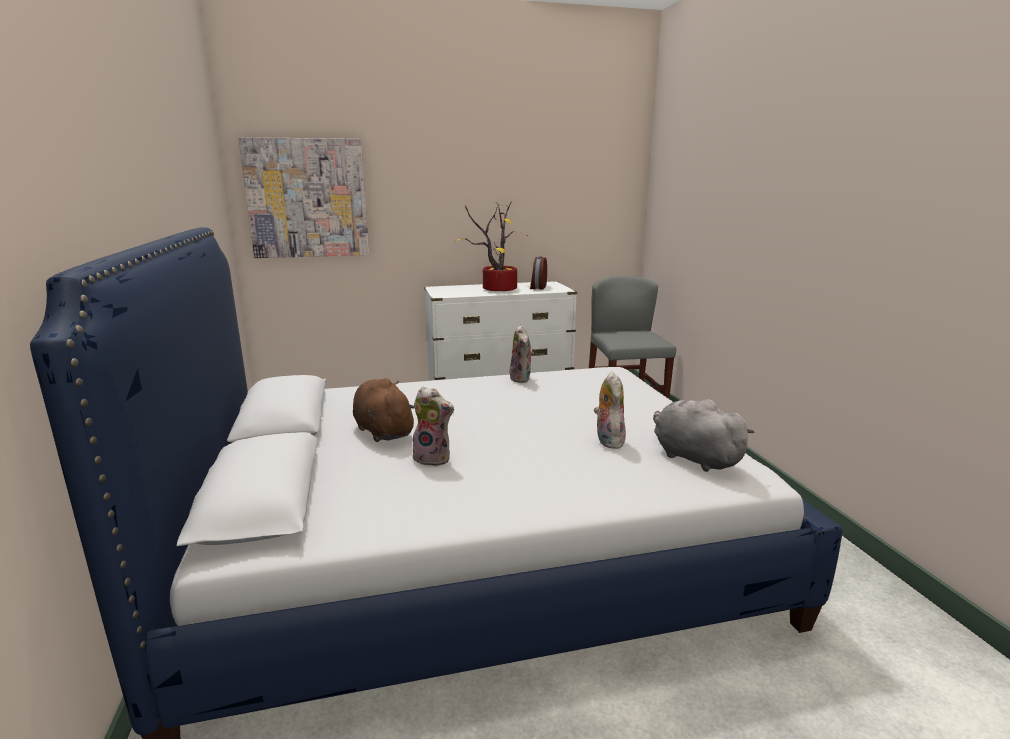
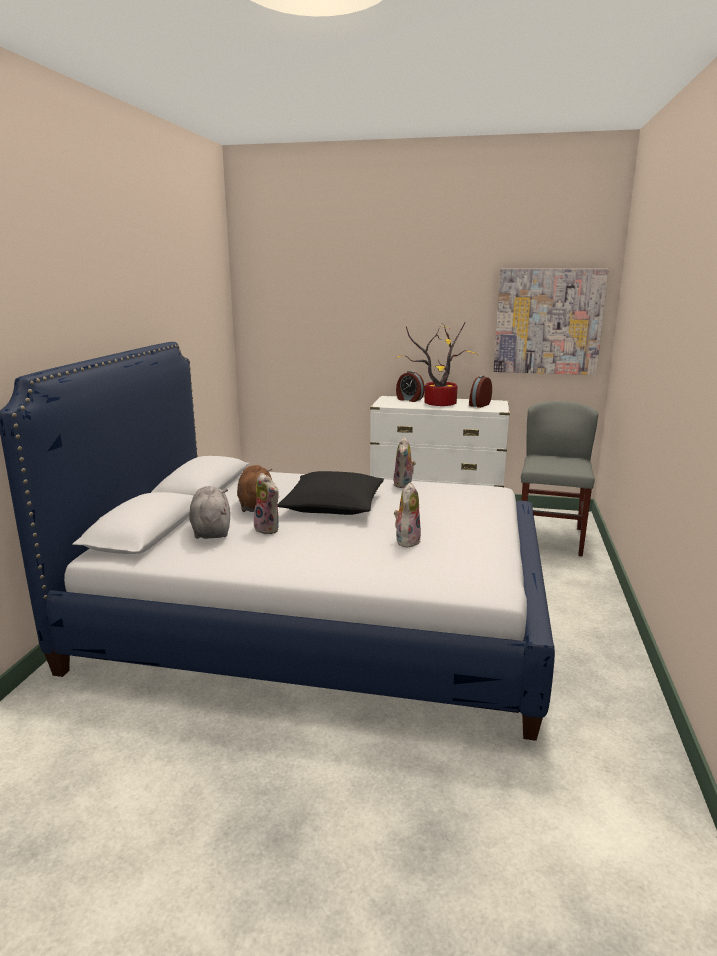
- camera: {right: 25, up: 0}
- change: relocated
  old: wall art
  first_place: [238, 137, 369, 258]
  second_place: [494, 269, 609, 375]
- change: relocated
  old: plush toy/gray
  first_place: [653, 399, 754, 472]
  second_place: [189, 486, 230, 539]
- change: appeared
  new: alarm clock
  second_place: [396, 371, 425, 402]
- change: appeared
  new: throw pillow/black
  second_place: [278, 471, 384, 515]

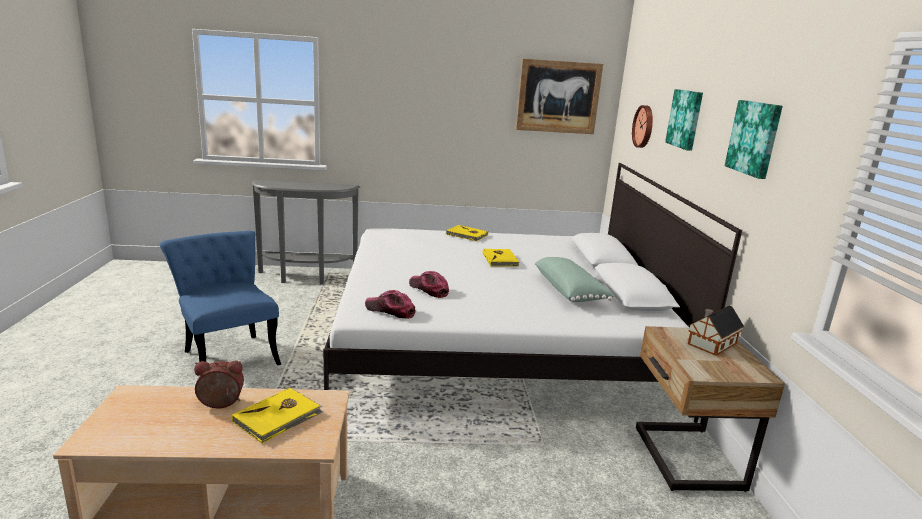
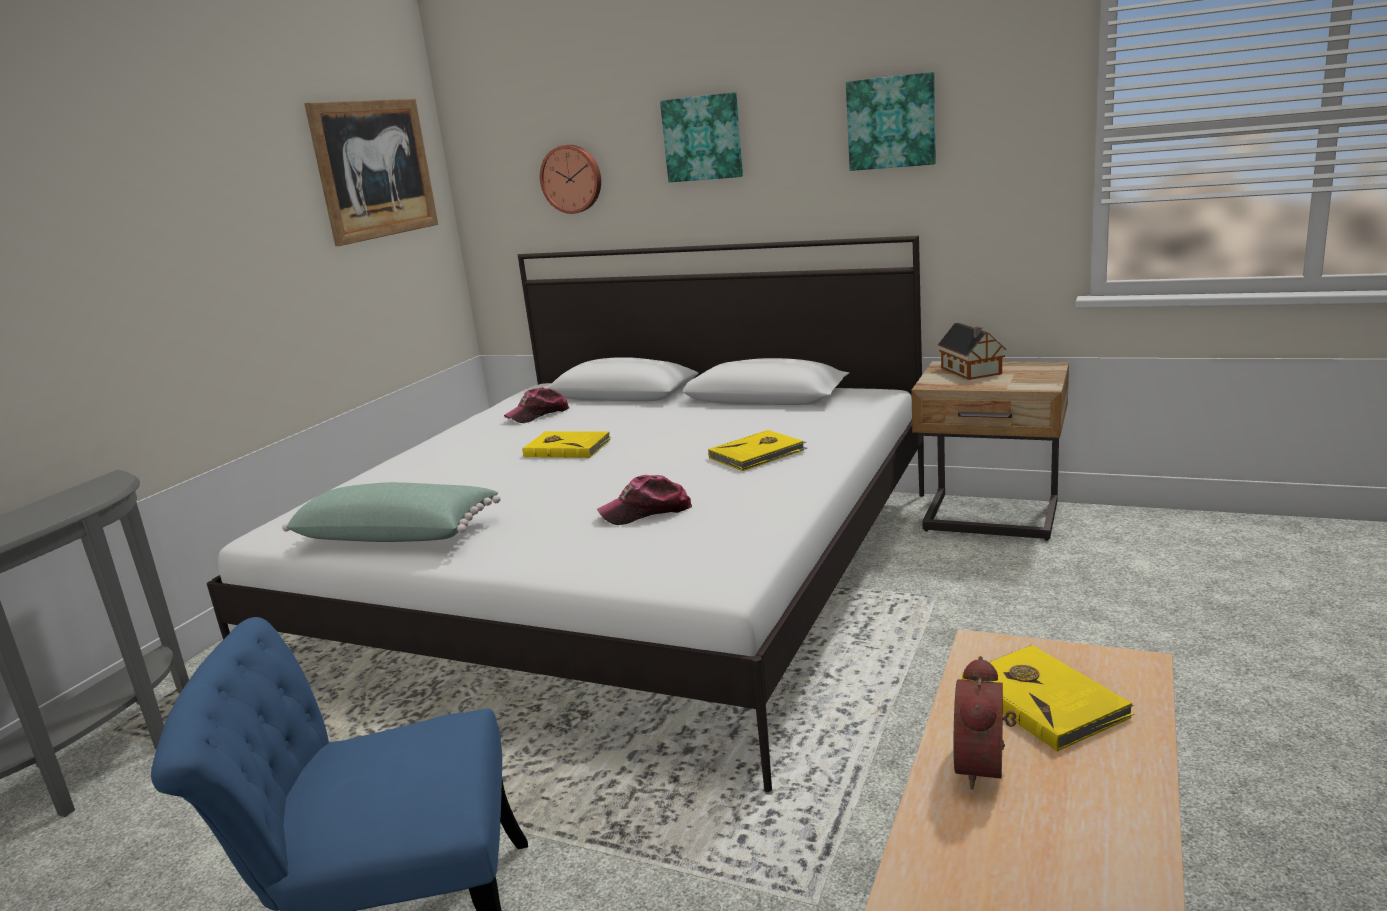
- camera: {right: -60, up: 0}
- change: relocated
  old: bound book/yellow-coloured
  first_place: [446, 225, 488, 241]
  second_place: [708, 430, 807, 471]
- change: relocated
  old: throw pillow/green
  first_place: [535, 257, 615, 302]
  second_place: [282, 482, 501, 542]
- change: relocated
  old: peaked cap
  first_place: [365, 290, 416, 319]
  second_place: [504, 387, 569, 423]

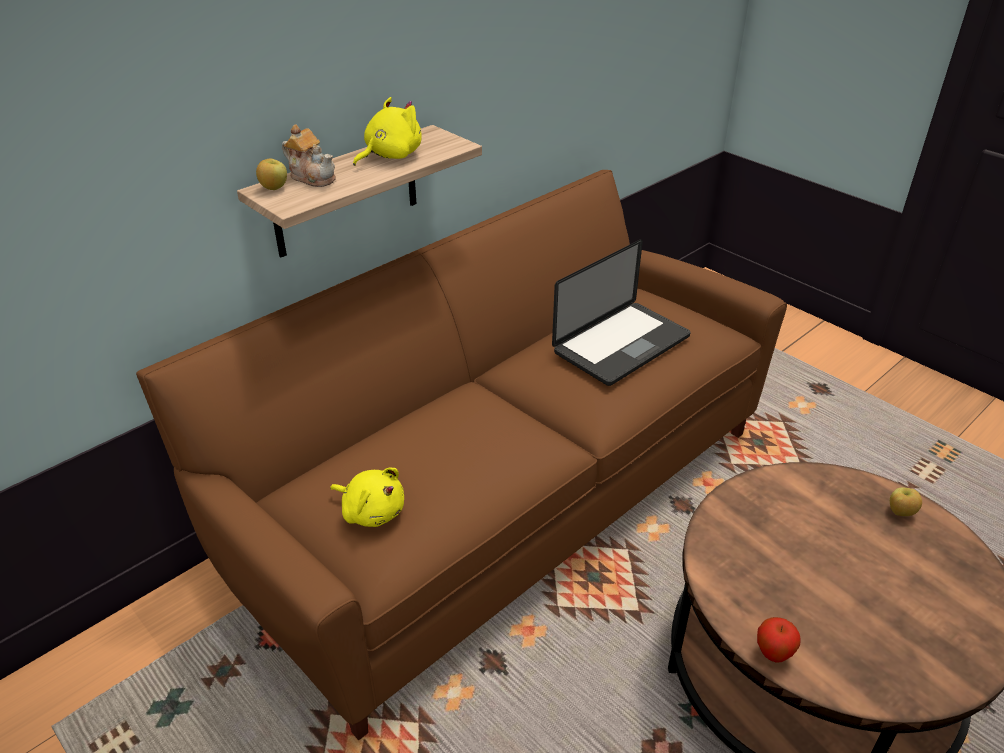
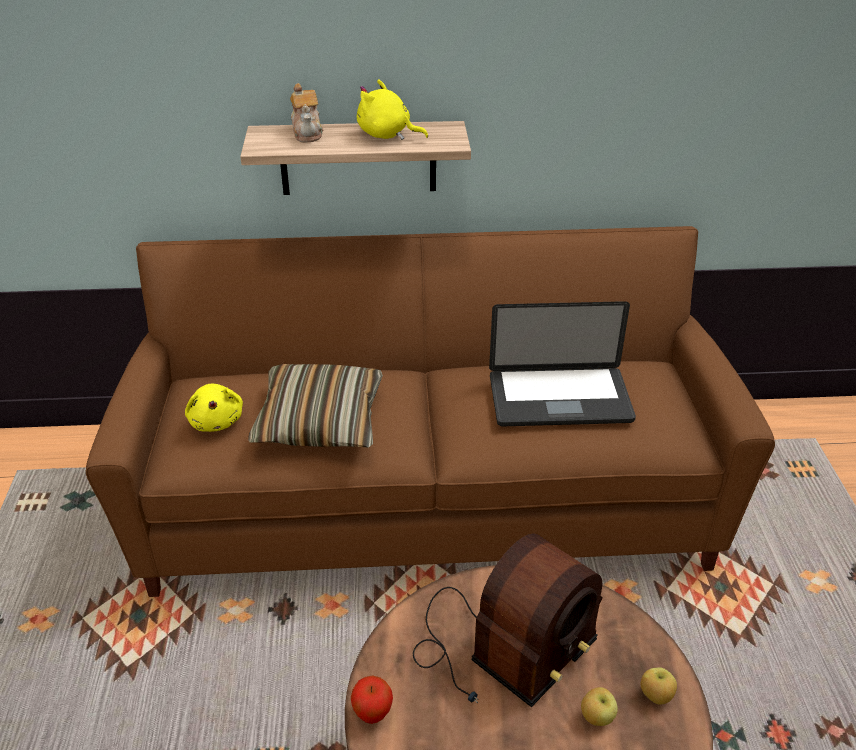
- camera: {right: 40, up: 0}
- change: spun
  old: plush toy/yellow-coloured
  first_place: [353, 97, 422, 166]
  second_place: [357, 79, 428, 140]
  degrees: -150
- change: relocated
  old: apple
  first_place: [256, 159, 287, 190]
  second_place: [581, 687, 618, 726]
- change: appeared
  new: throw pillow
  second_place: [248, 364, 383, 447]
- change: appeared
  new: radio set
  second_place: [413, 534, 602, 707]

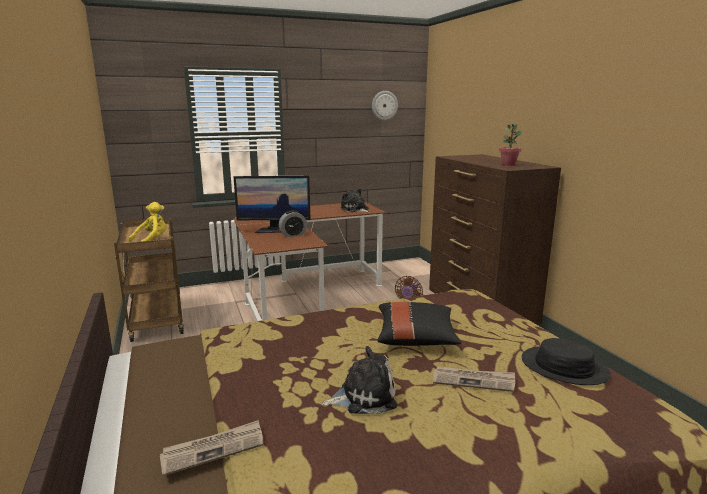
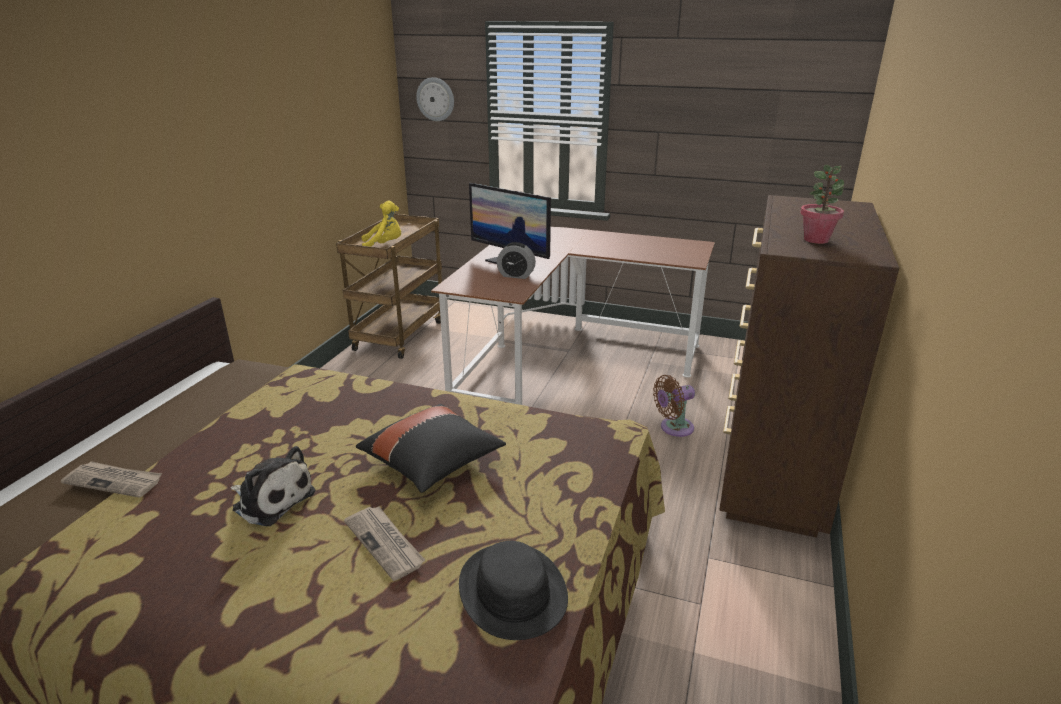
- camera: {right: 40, up: 10}
- change: relocated
  old: clock on the wall
  first_place: [372, 91, 398, 120]
  second_place: [416, 77, 454, 121]
- change: missing
  old: plush toy
  first_place: [340, 188, 370, 213]

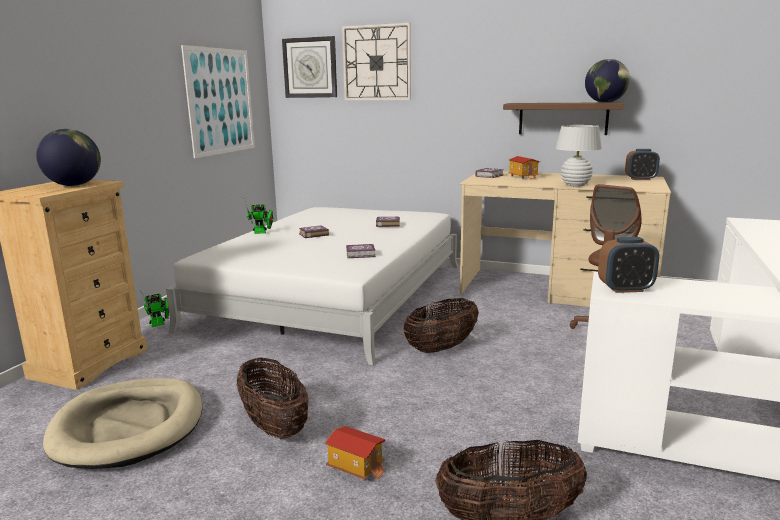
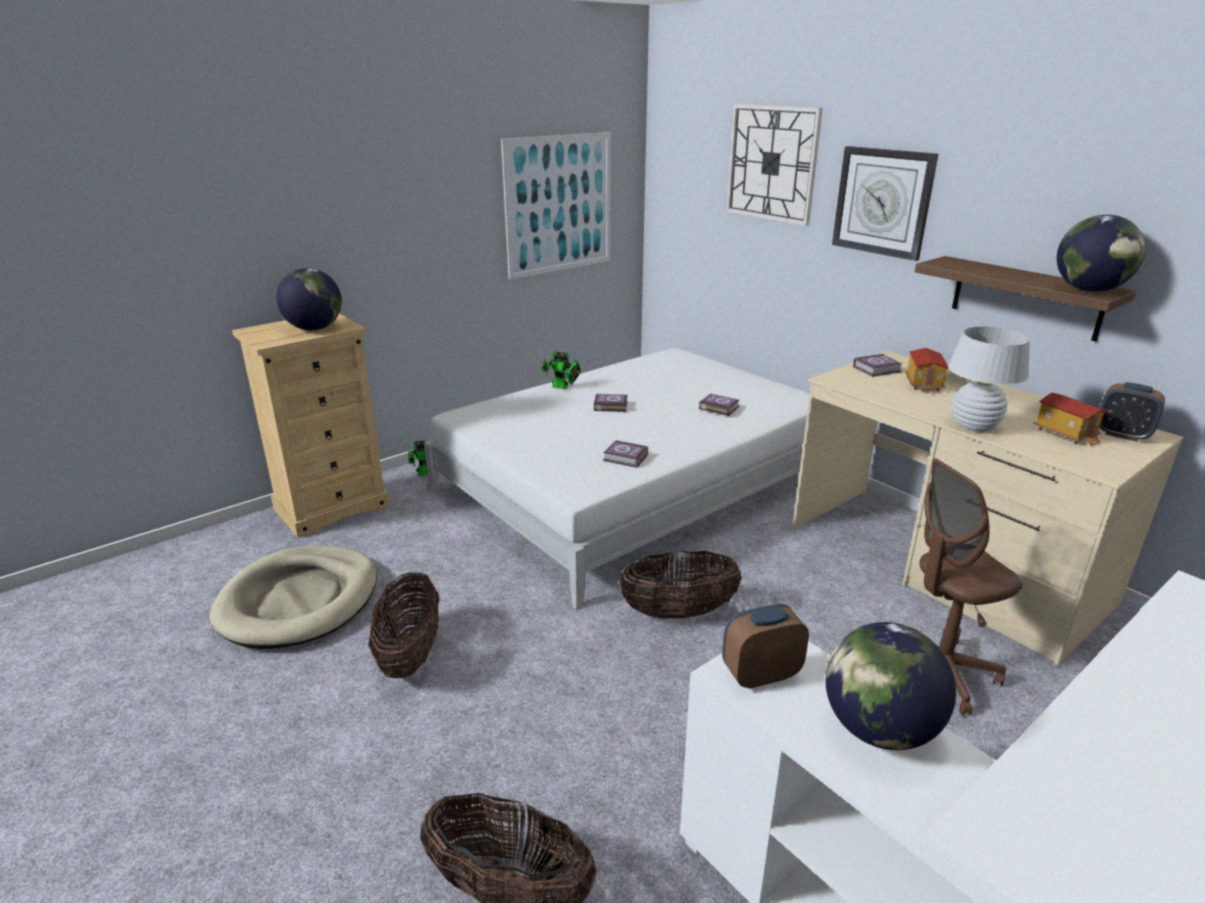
- camera: {right: 30, up: 10}
- change: relocated
  old: clock on the wall
  first_place: [282, 36, 337, 98]
  second_place: [832, 146, 938, 261]
- change: spun
  old: alarm clock
  first_place: [598, 237, 659, 293]
  second_place: [722, 604, 809, 689]
  degrees: 135
- change: relocated
  old: miniature house
  first_place: [325, 426, 386, 481]
  second_place: [1033, 392, 1110, 446]
- change: appeared
  new: world globe
  second_place: [825, 622, 956, 750]

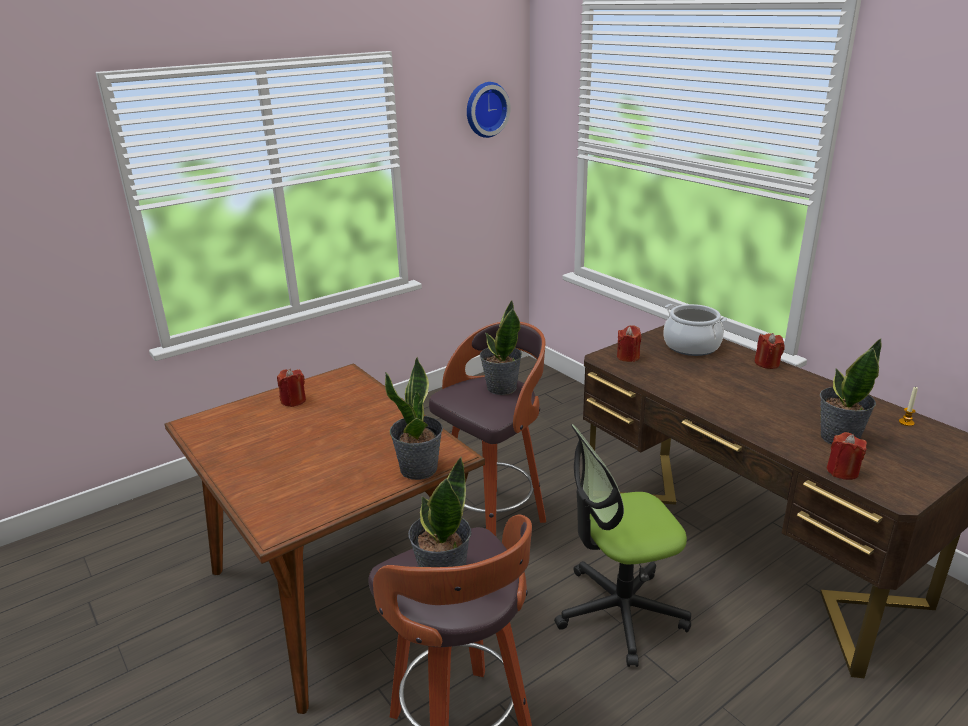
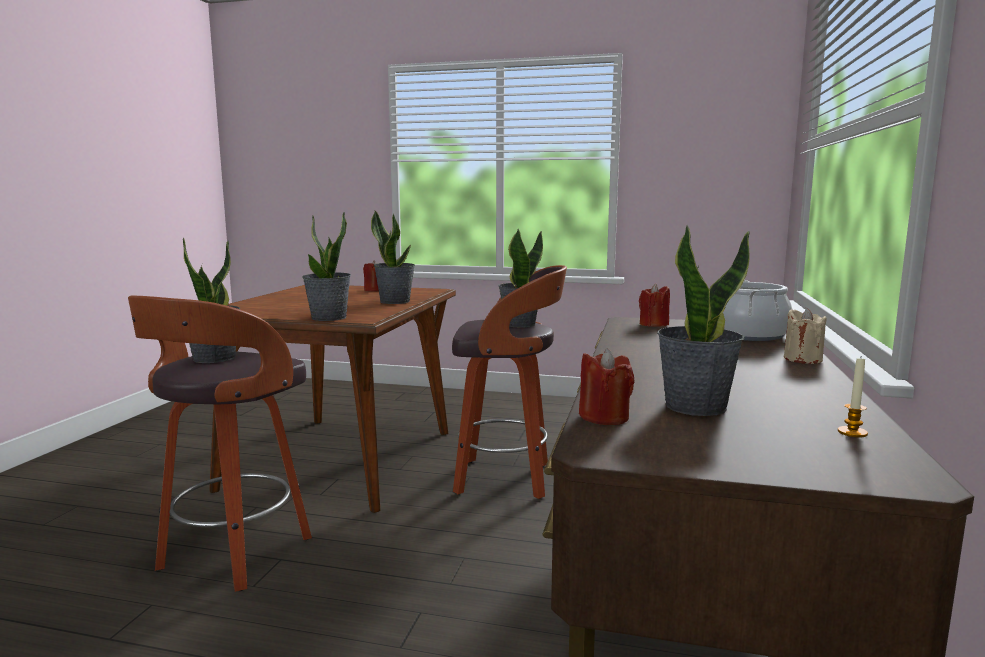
- camera: {right: 50, up: -15}
- change: missing
  old: clock on the wall
  first_place: [467, 82, 511, 138]
- change: colour
  old: wax candle/reddish
  new: wax candle/sand-coloured
  first_place: [754, 333, 785, 369]
  second_place: [784, 308, 827, 364]
- change: missing
  old: desk chair
  first_place: [554, 424, 691, 667]
- change: appeared
  new: houseplant
  second_place: [371, 211, 415, 304]

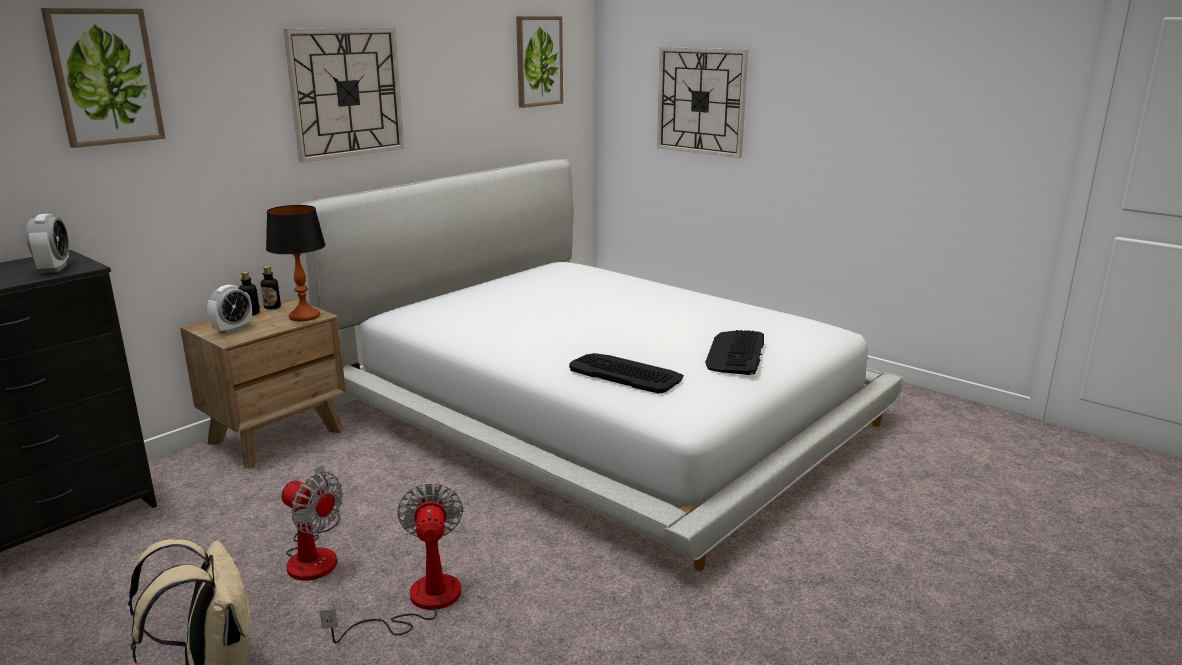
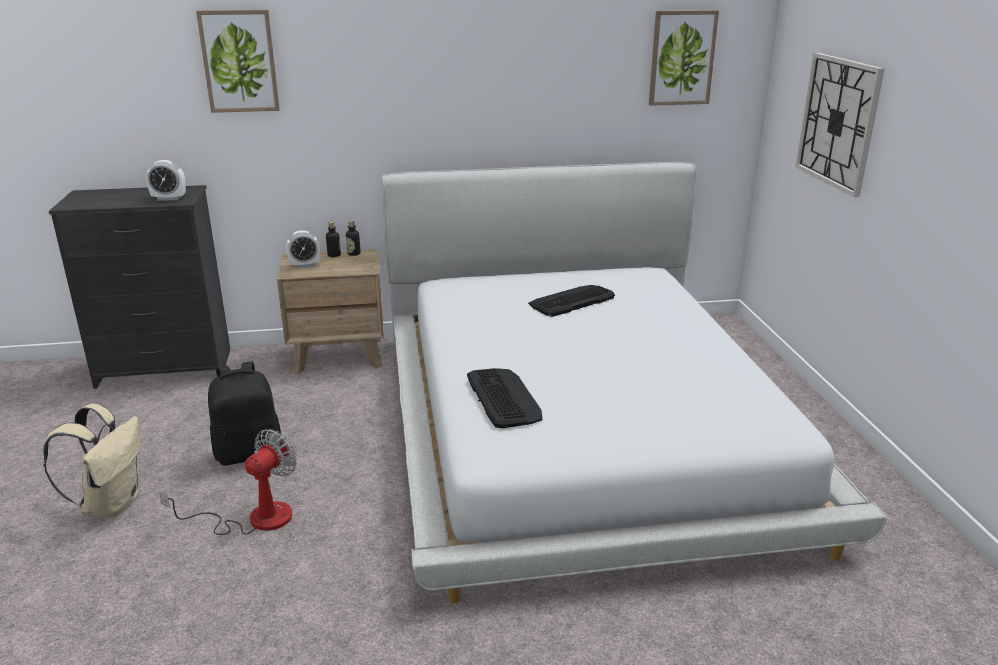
- camera: {right: 40, up: 5}
- change: missing
  old: clock on the wall
  first_place: [283, 28, 404, 163]
- change: missing
  old: table lamp
  first_place: [266, 205, 326, 321]
- change: spun
  old: alarm clock
  first_place: [26, 214, 69, 273]
  second_place: [146, 160, 186, 201]
  degrees: 60
- change: relocated
  old: keyboard
  first_place: [705, 330, 764, 375]
  second_place: [528, 285, 615, 317]
- change: exchanged
  old: cooling fan
  new: knapsack/black
  first_place: [282, 465, 343, 581]
  second_place: [208, 362, 283, 466]

